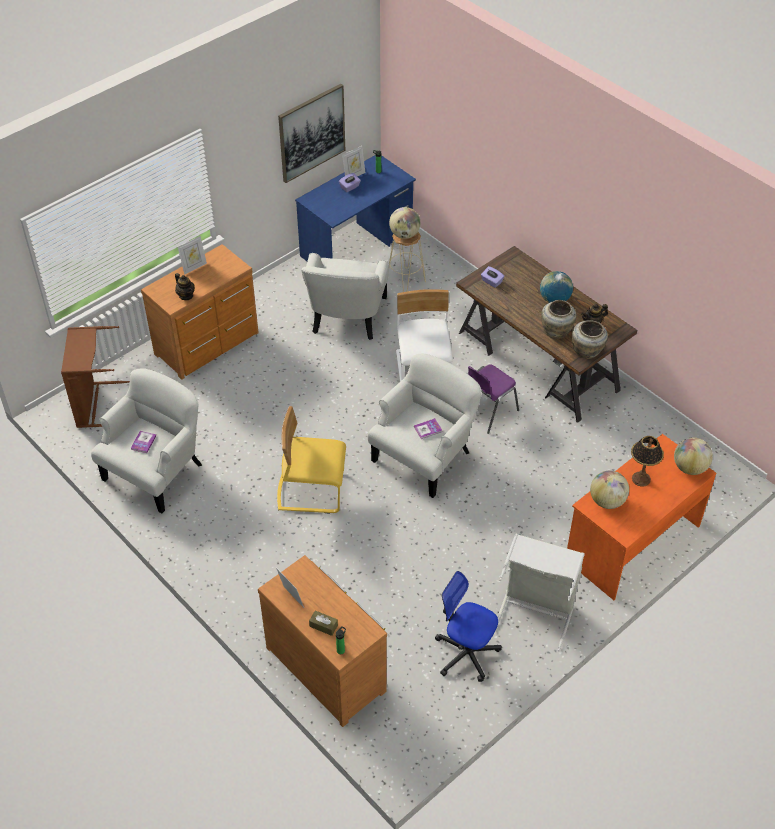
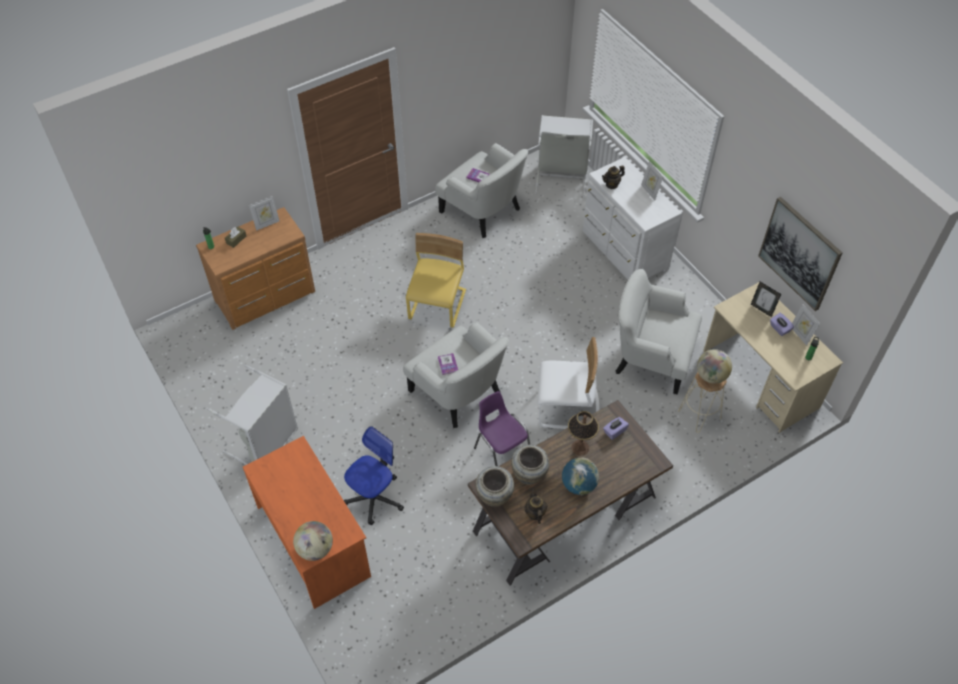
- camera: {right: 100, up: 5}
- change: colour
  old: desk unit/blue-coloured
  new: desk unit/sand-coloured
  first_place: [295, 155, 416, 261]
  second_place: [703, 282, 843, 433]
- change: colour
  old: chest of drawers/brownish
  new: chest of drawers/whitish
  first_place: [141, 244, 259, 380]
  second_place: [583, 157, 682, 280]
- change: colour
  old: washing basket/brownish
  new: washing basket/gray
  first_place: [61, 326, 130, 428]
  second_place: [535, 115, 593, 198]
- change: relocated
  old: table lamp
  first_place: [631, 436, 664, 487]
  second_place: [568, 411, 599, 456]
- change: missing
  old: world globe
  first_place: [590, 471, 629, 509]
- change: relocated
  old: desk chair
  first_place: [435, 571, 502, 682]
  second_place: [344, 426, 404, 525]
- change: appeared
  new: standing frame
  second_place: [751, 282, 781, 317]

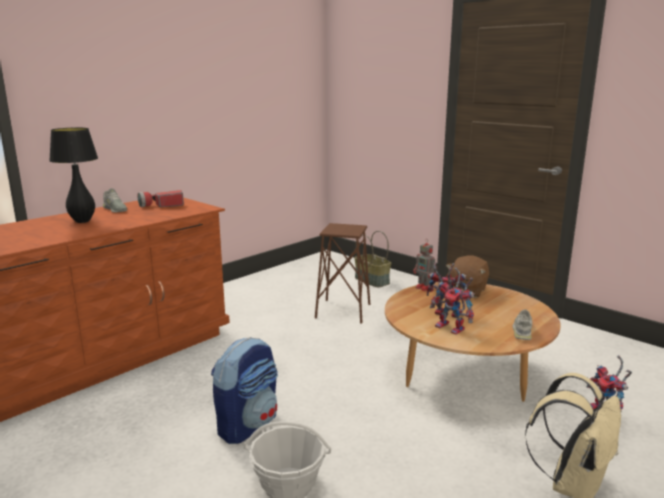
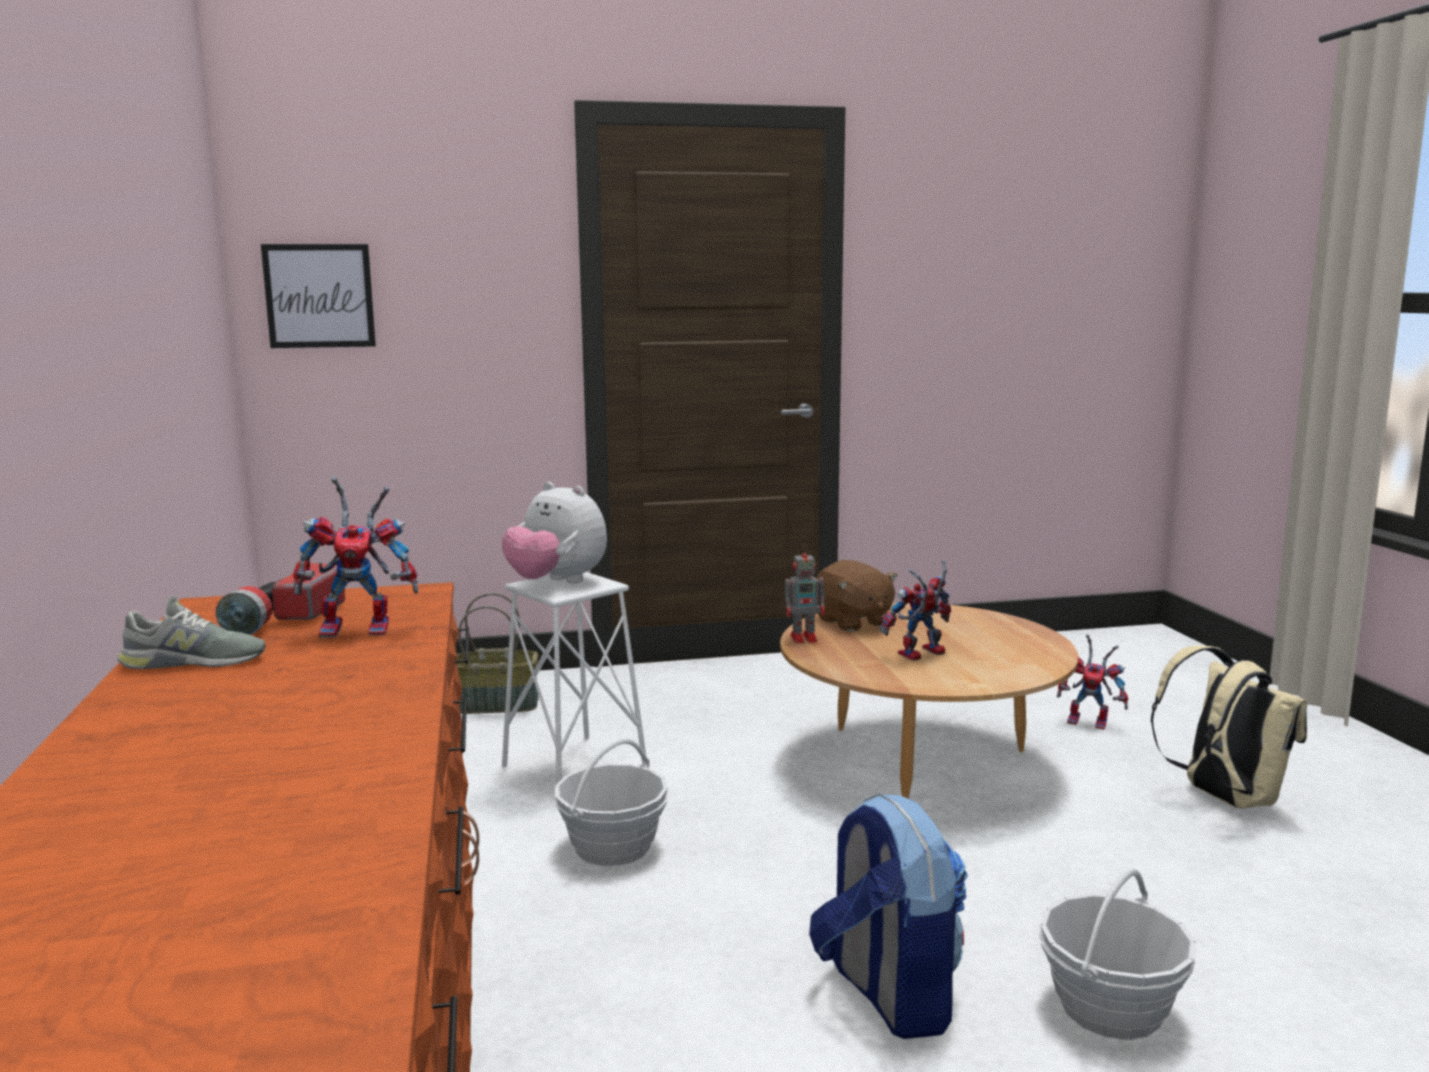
- camera: {right: -55, up: -5}
- change: missing
  old: table lamp/black
  first_place: [49, 128, 98, 223]
- change: colour
  old: sitting stool/brownish
  new: sitting stool/whitish
  first_place: [315, 223, 370, 324]
  second_place: [502, 572, 646, 784]
- change: relocated
  old: toy robot
  first_place: [430, 267, 475, 335]
  second_place: [293, 477, 418, 638]
- change: missing
  old: shoe/gray
  first_place: [513, 309, 532, 340]
- change: appeared
  new: wall art
  second_place: [261, 244, 376, 348]
- change: appeared
  new: plush toy
  second_place: [502, 482, 607, 583]
- change: appeared
  new: storage basket
  second_place: [555, 739, 669, 866]

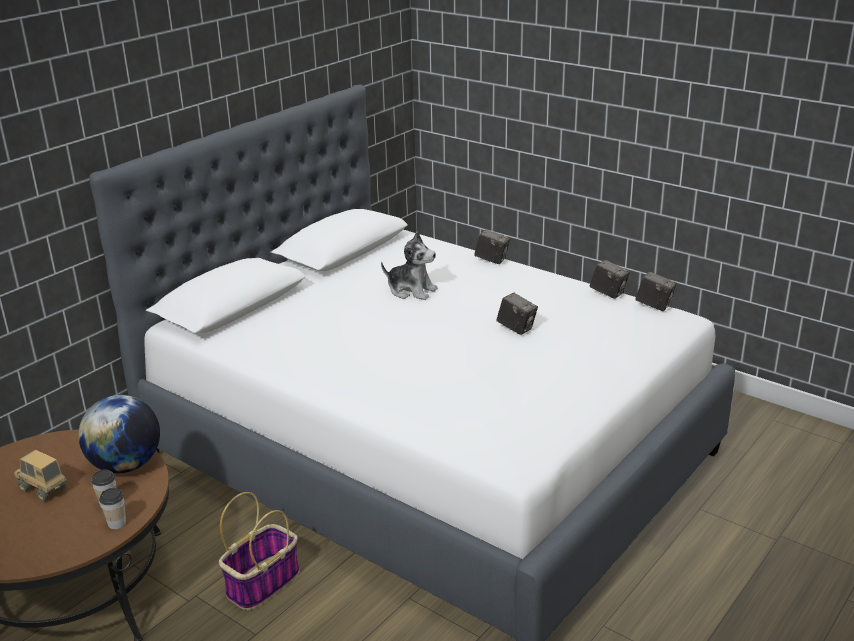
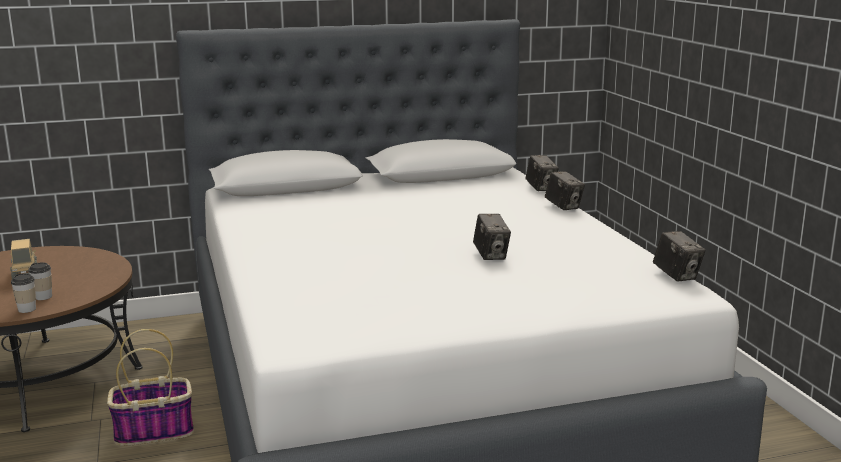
- camera: {right: 35, up: -10}
- change: missing
  old: plush toy
  first_place: [381, 231, 438, 300]
- change: relocated
  old: still camera
  first_place: [590, 260, 630, 299]
  second_place: [525, 155, 559, 191]
- change: missing
  old: world globe
  first_place: [78, 395, 160, 473]

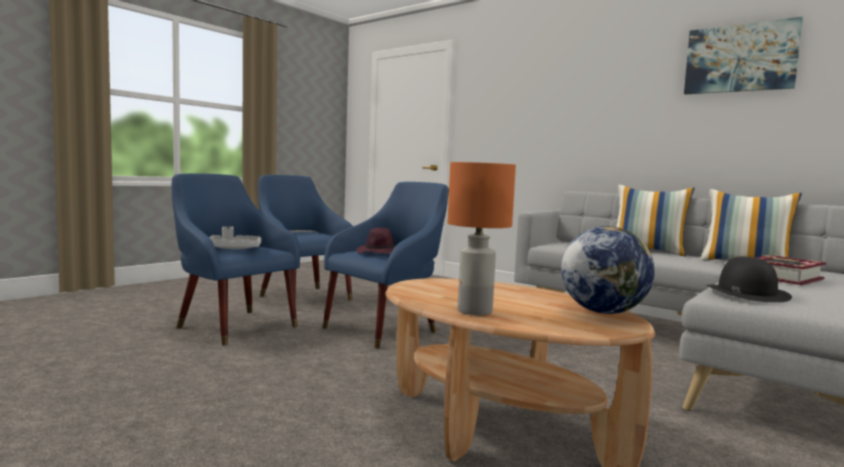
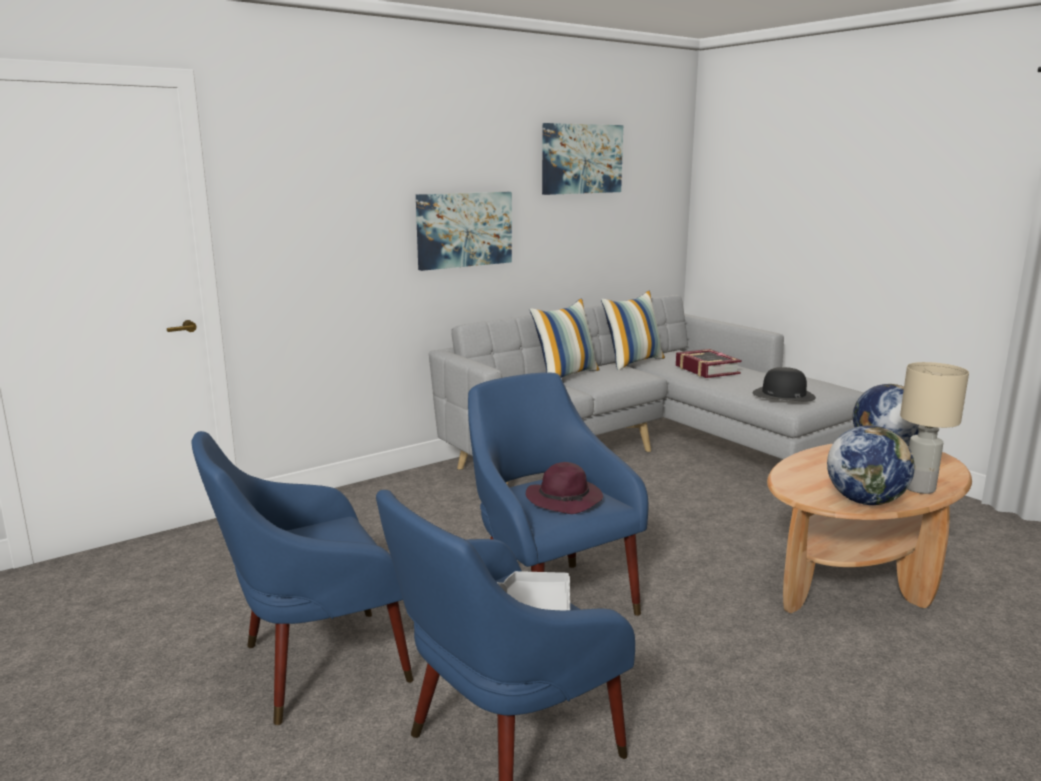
- camera: {right: -75, up: 10}
- change: colour
  old: table lamp/orange-coloured
  new: table lamp/sand-coloured
  first_place: [447, 162, 516, 316]
  second_place: [900, 362, 969, 494]
- change: appeared
  new: wall art
  second_place: [416, 192, 512, 271]
- change: appeared
  new: world globe
  second_place: [827, 425, 915, 505]

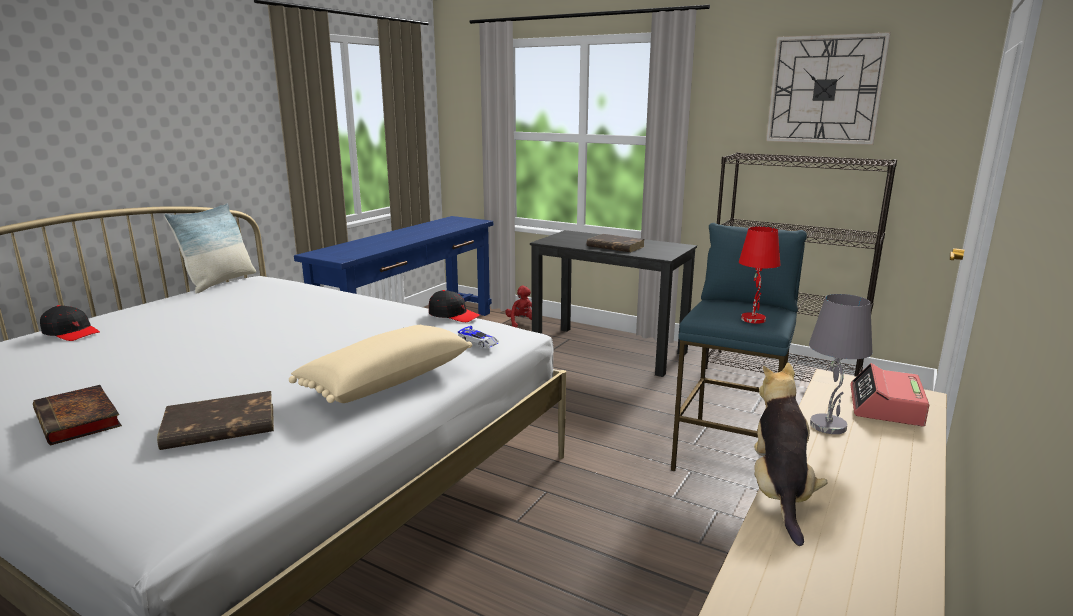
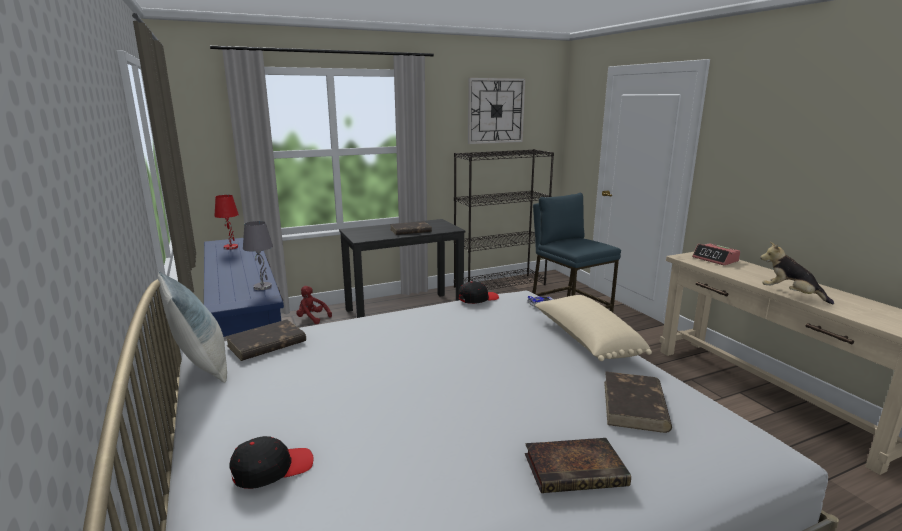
- camera: {right: -55, up: 0}
- change: relocated
  old: table lamp/reddish
  first_place: [739, 227, 780, 324]
  second_place: [215, 195, 239, 250]
- change: relocated
  old: table lamp/gray
  first_place: [809, 294, 873, 434]
  second_place: [243, 221, 273, 290]
- change: appeared
  new: bound book/brownish
  second_place: [225, 319, 306, 361]

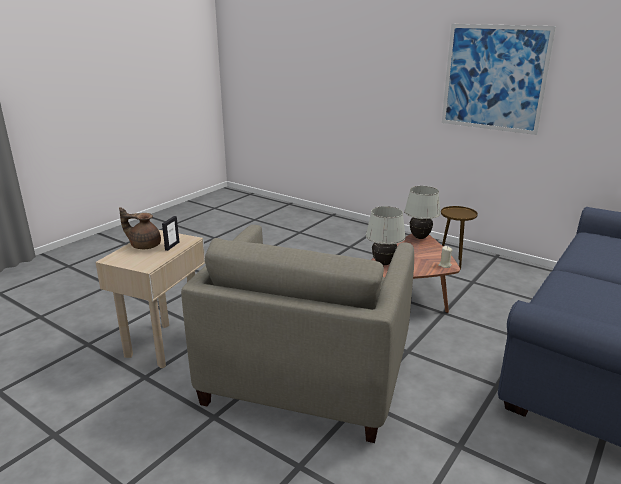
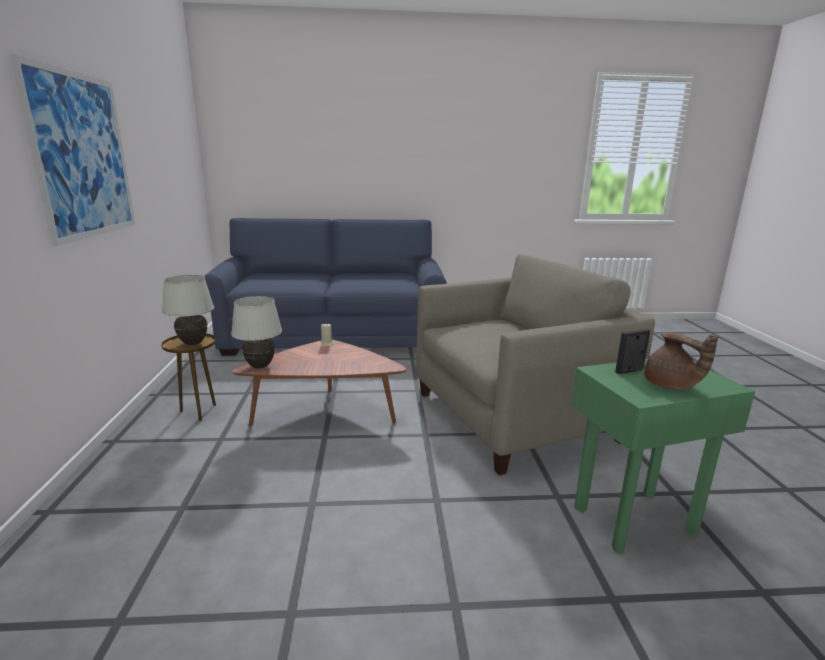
- camera: {right: -130, up: -5}
- change: relocated
  old: table lamp/whitish
  first_place: [366, 206, 406, 265]
  second_place: [162, 274, 214, 345]
- change: colour
  old: side table/sand-coloured
  new: side table/green
  first_place: [95, 230, 205, 368]
  second_place: [571, 359, 755, 554]

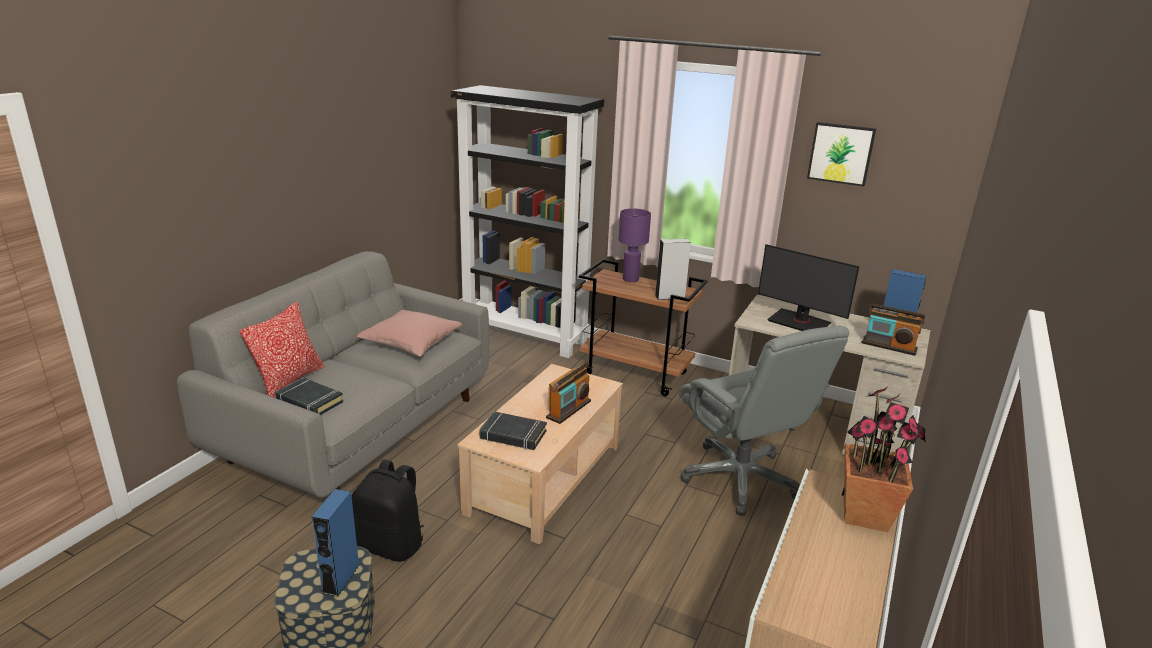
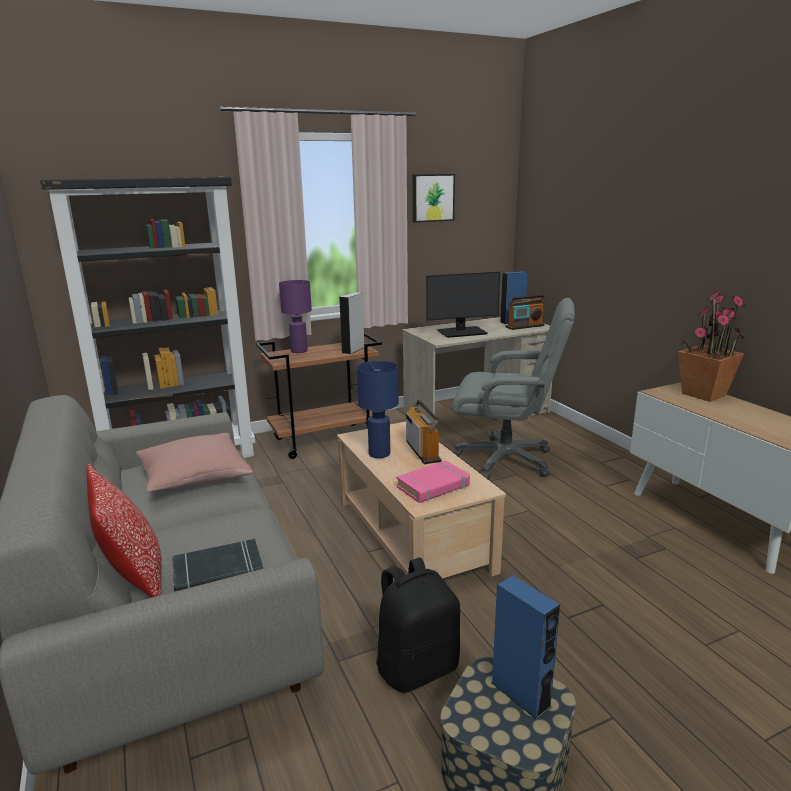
- camera: {right: -50, up: -5}
- change: colour
  old: bound book/black
  new: bound book/pinkish
  first_place: [479, 411, 547, 450]
  second_place: [396, 461, 470, 503]
- change: appeared
  new: table lamp/blue-coloured
  second_place: [357, 361, 398, 458]

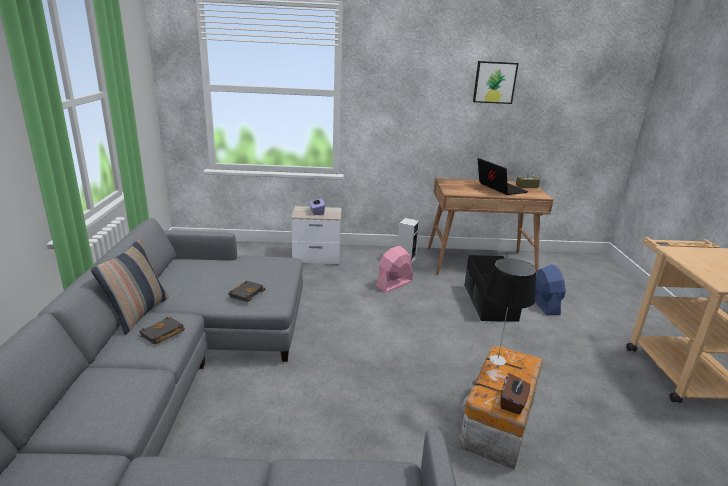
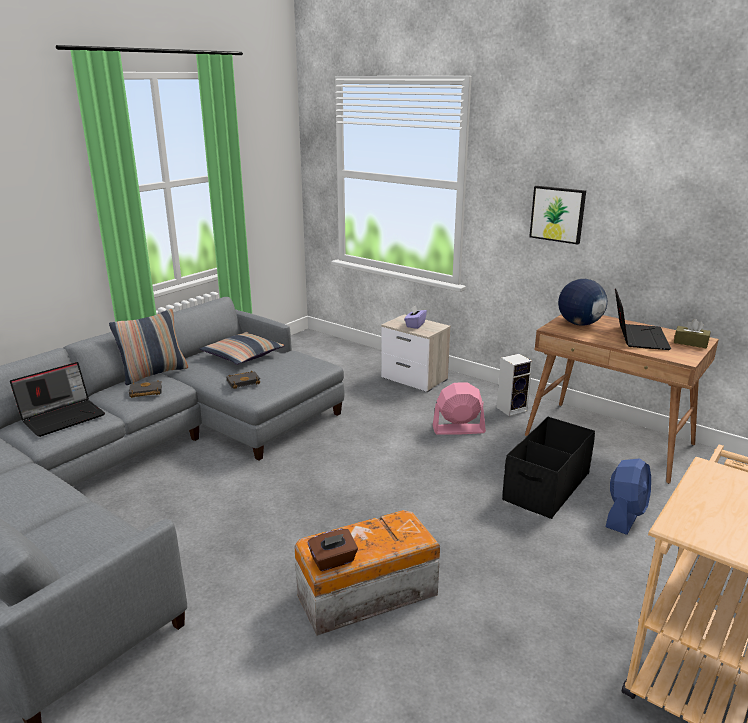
- camera: {right: 40, up: 0}
- change: relocated
  old: wall art
  first_place: [473, 61, 519, 104]
  second_place: [529, 186, 586, 245]
- change: missing
  old: table lamp
  first_place: [485, 258, 536, 365]
- change: appeared
  new: world globe
  second_place: [558, 279, 607, 326]
- change: appeared
  new: throw pillow
  second_place: [199, 332, 285, 365]
- change: appeared
  new: portable computer
  second_place: [10, 362, 105, 437]

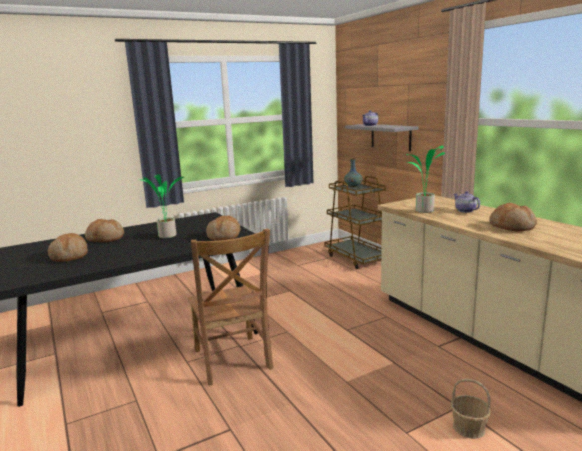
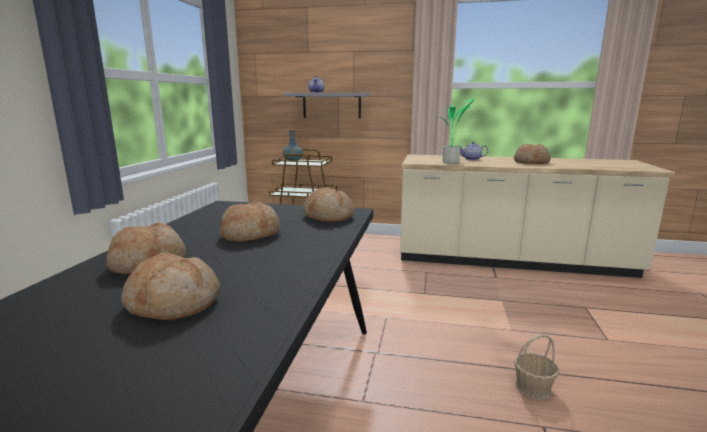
- camera: {right: -50, up: 0}
- change: exchanged
  old: houseplant
  new: bakery bread
  first_place: [140, 174, 184, 238]
  second_place: [220, 201, 280, 242]
- change: missing
  old: chair/brownish
  first_place: [188, 228, 273, 386]
- change: relocated
  old: storage basket
  first_place: [451, 379, 491, 439]
  second_place: [514, 334, 559, 400]

